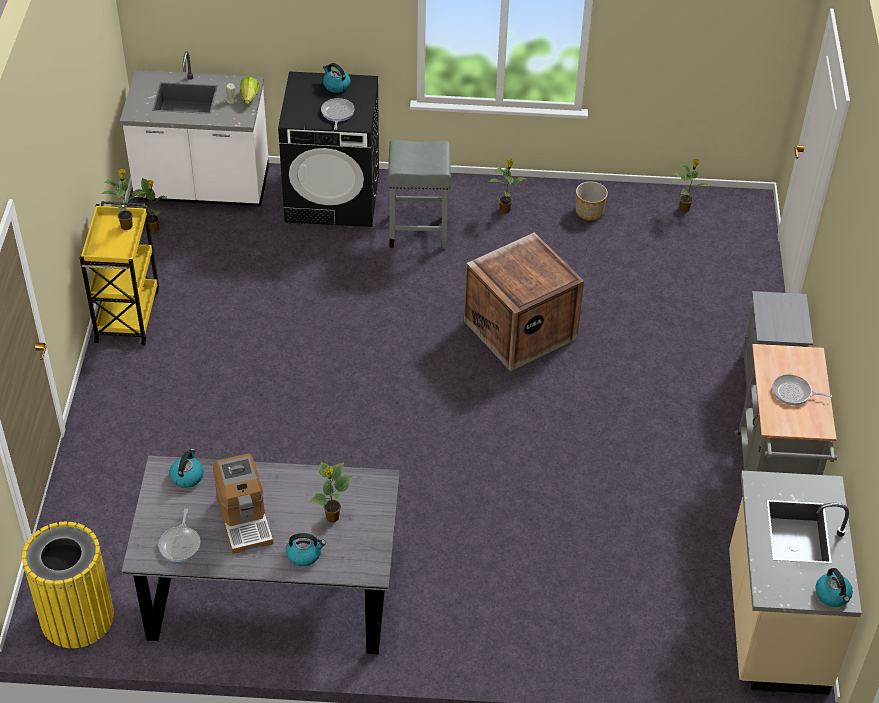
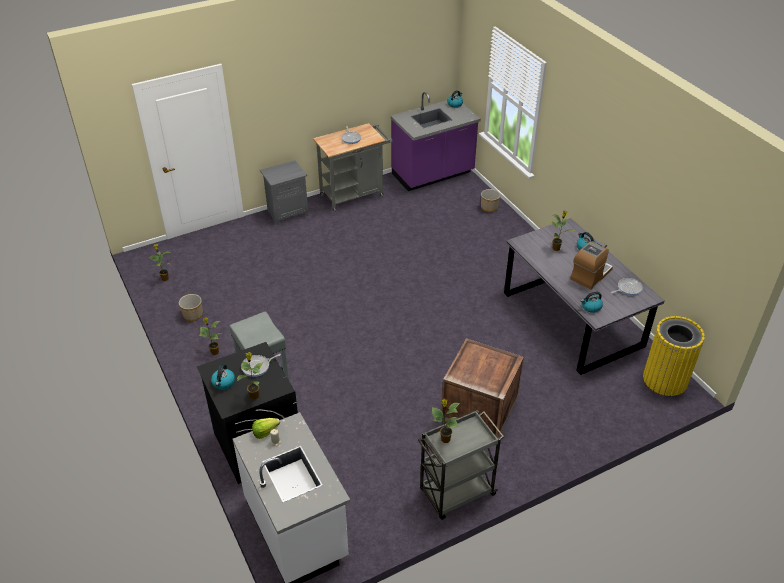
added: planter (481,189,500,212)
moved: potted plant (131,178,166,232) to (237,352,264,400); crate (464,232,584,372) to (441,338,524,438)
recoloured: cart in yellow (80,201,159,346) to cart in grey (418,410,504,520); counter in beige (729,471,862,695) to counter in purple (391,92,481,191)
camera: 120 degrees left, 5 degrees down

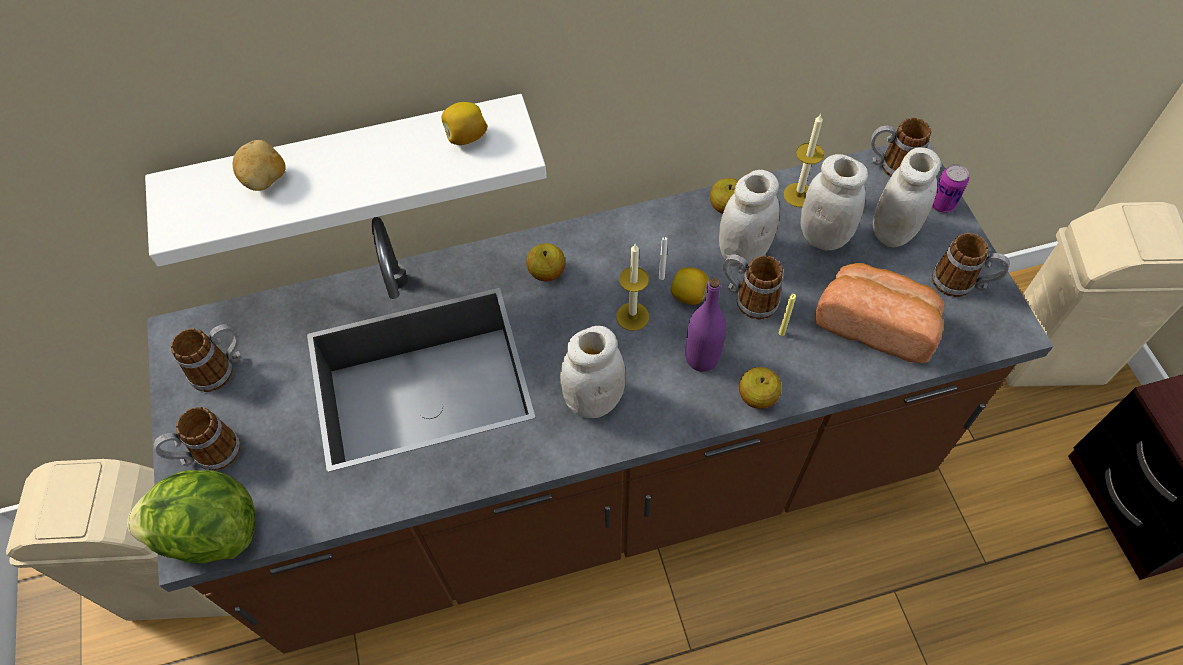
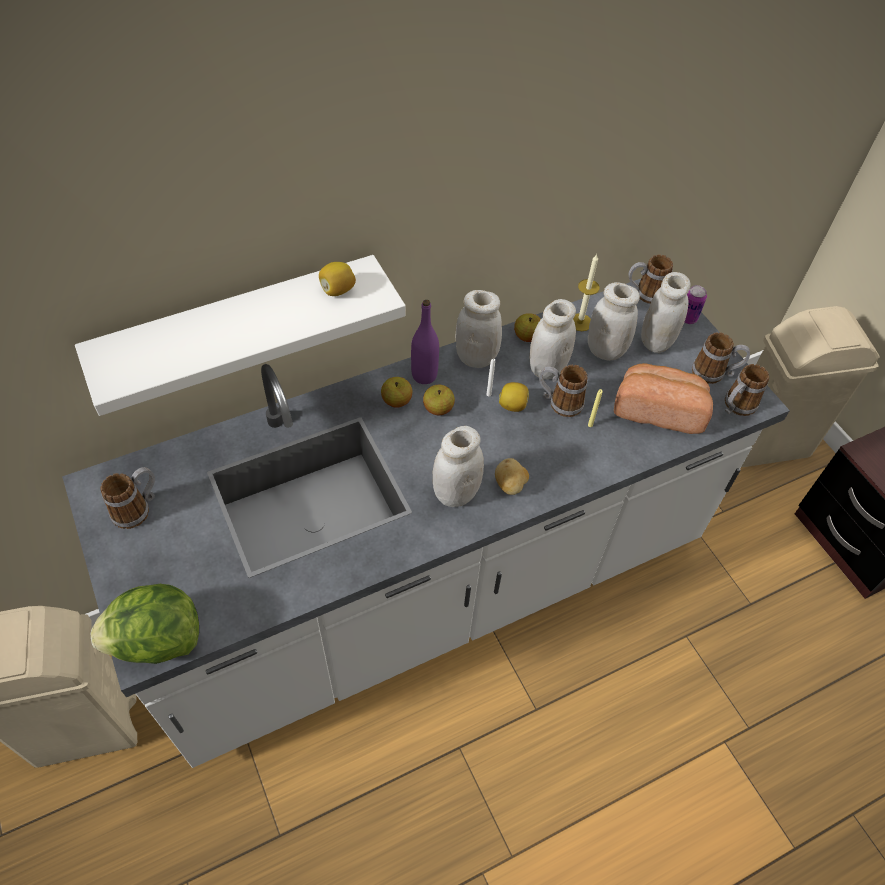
removed: candle (616,244,649,331)
added: jar in white (455,290,502,368)
moved: potato (233,140,286,191) to (495,458,529,495); bottle in purple (685,278,726,372) to (411,300,439,384); apple (739,367,782,409) to (423,385,455,415); mug (154,407,241,471) to (725,364,769,416)
recoloured: counter in brown (147,143,1054,654) to counter in white (62,279,790,768)
camera: 15 degrees left, 5 degrees down

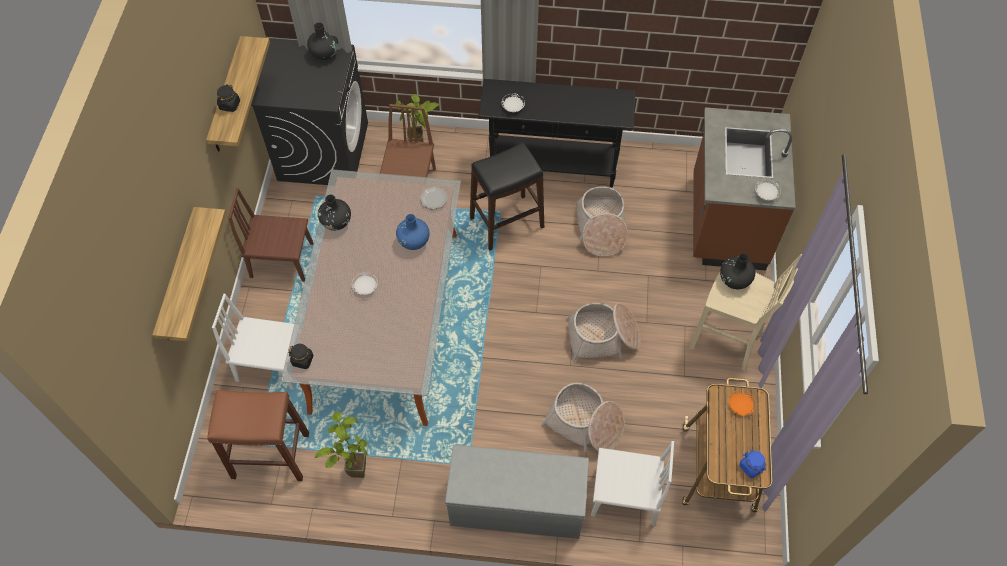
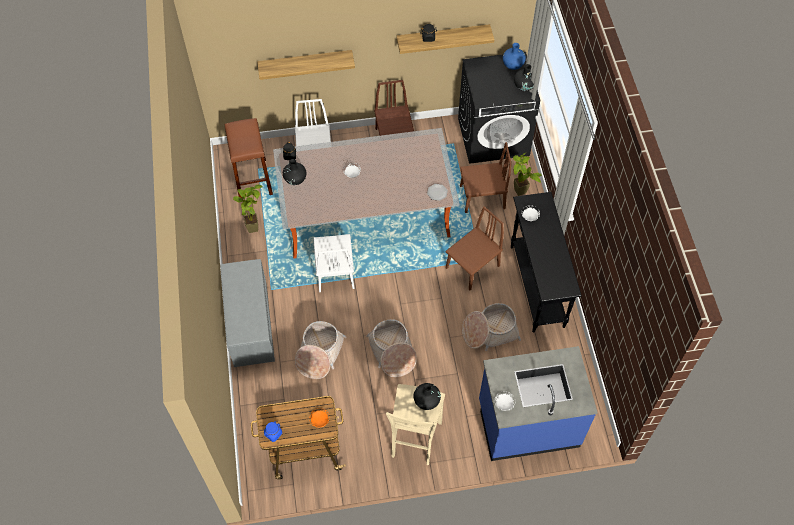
moved: vase in black (318,195,351,231) to (283,159,306,185); vase in blue (396,214,430,250) to (503,43,526,70); chair in white (591,441,674,526) to (313,234,355,292)
replaced: stool in black (470,143,544,251) to chair in brown (446,206,504,290)
recoloured: counter in brown (693,107,795,270) to counter in blue (479,346,598,461)
camera: 75 degrees right, 0 degrees up

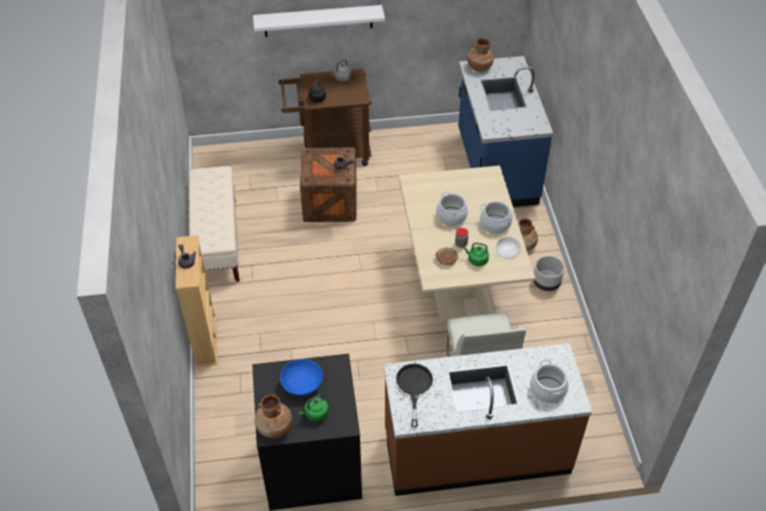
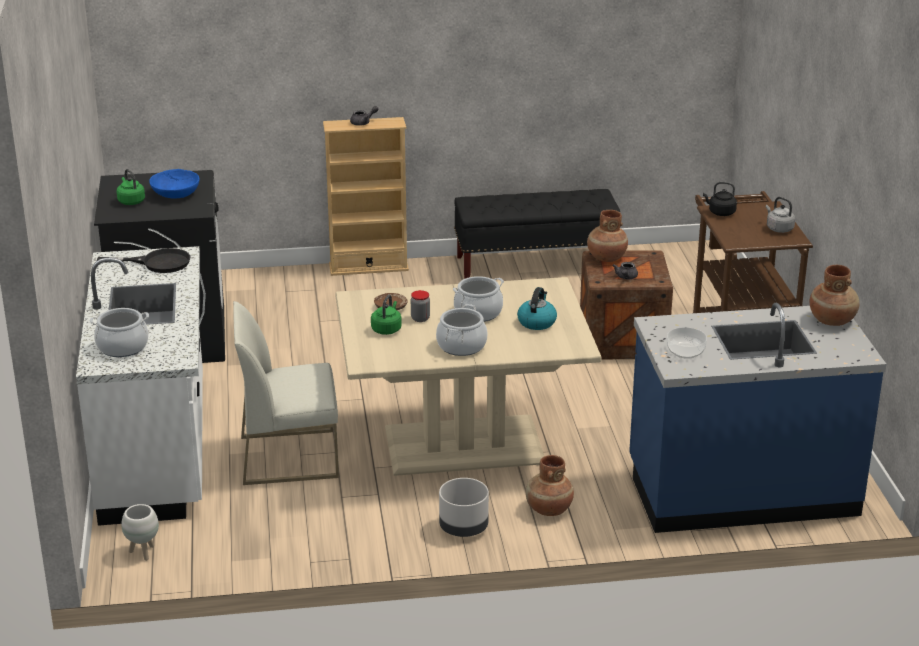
removed: shelf in white (253,5,385,37)
added: kettle (517,287,557,330); planter in white (121,504,159,561)
moved: bowl (496,237,521,259) to (667,327,707,359); vase in brown (254,395,292,438) to (587,210,628,262)
recoloured: bench in beige (189,166,240,282) to bench in black (454,189,620,279); counter in brown (383,343,592,496) to counter in white (76,246,203,526)
camera: 90 degrees right, 20 degrees down

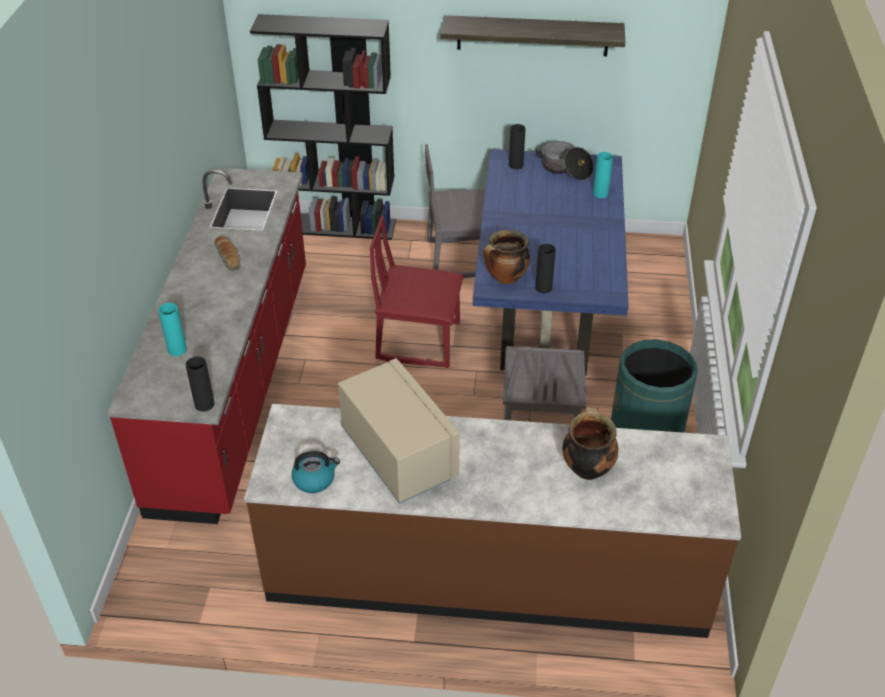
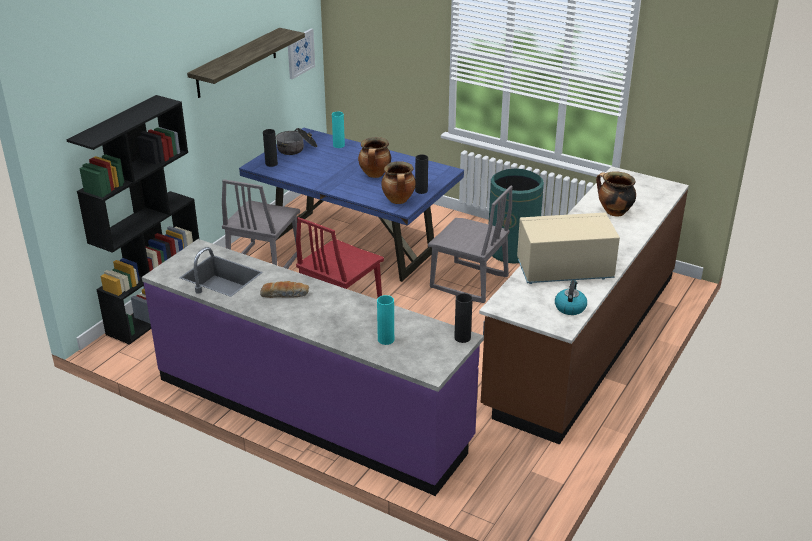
added: picture (288,29,315,79); cooking pot (358,137,391,178)
recoloured: counter in red (107,168,306,524) to counter in purple (142,239,484,496)
camera: 65 degrees left, 10 degrees down

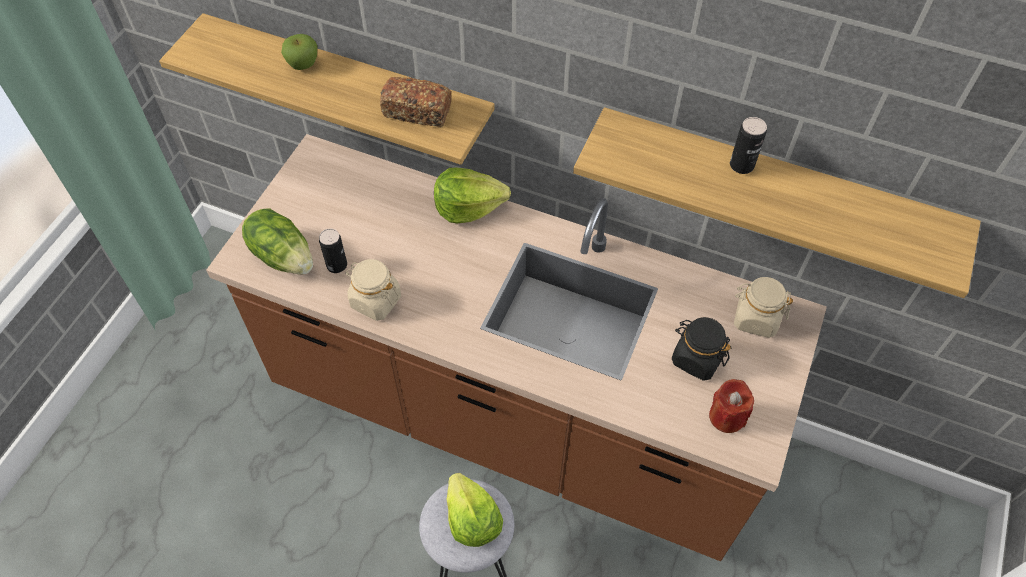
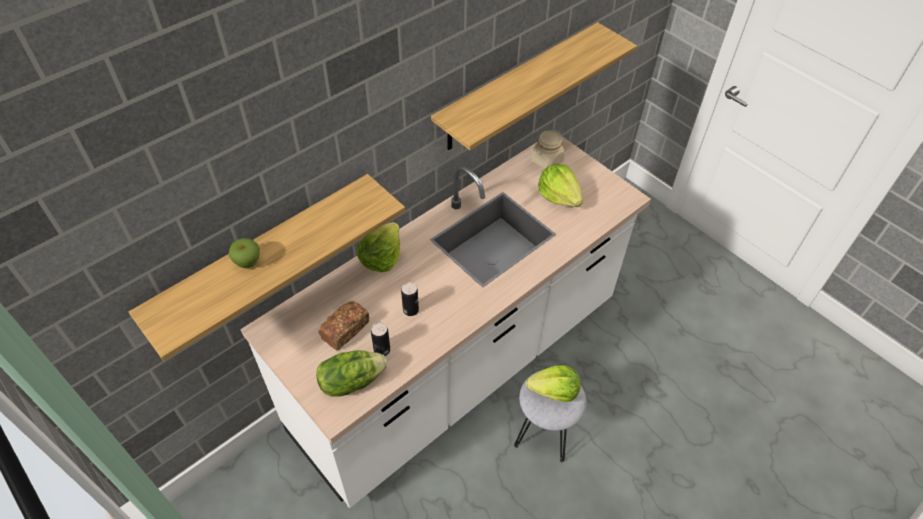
removed: jar in beige (345,259,401,321); candle in red (709,379,754,433)
moved: bread (380,77,451,127) to (319,301,370,350); can (730,117,767,174) to (401,282,419,316)
replaced: jar in black (672,317,732,381) to lettuce (538,164,583,207)
recoloured: counter in brown (206,134,827,561) to counter in white (240,136,651,508)
camera: 65 degrees left, 5 degrees down

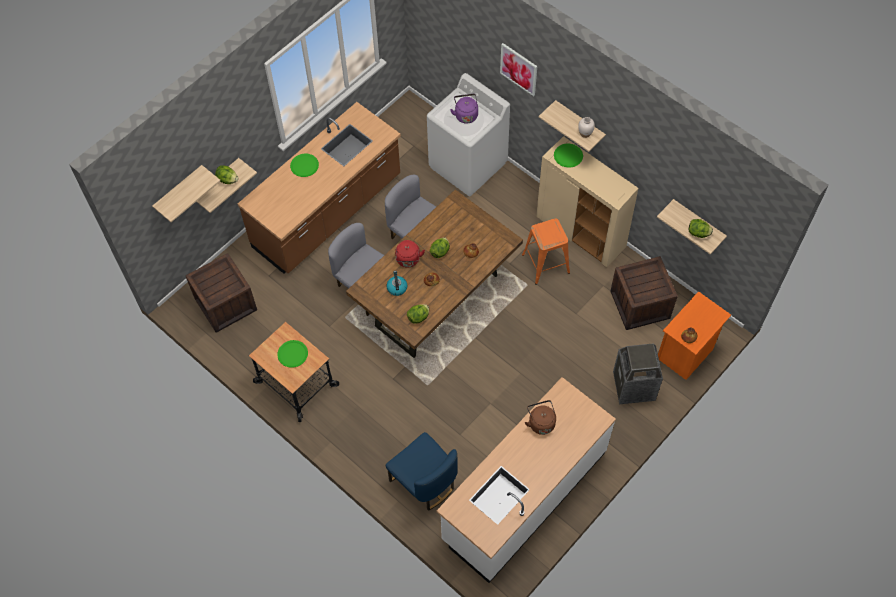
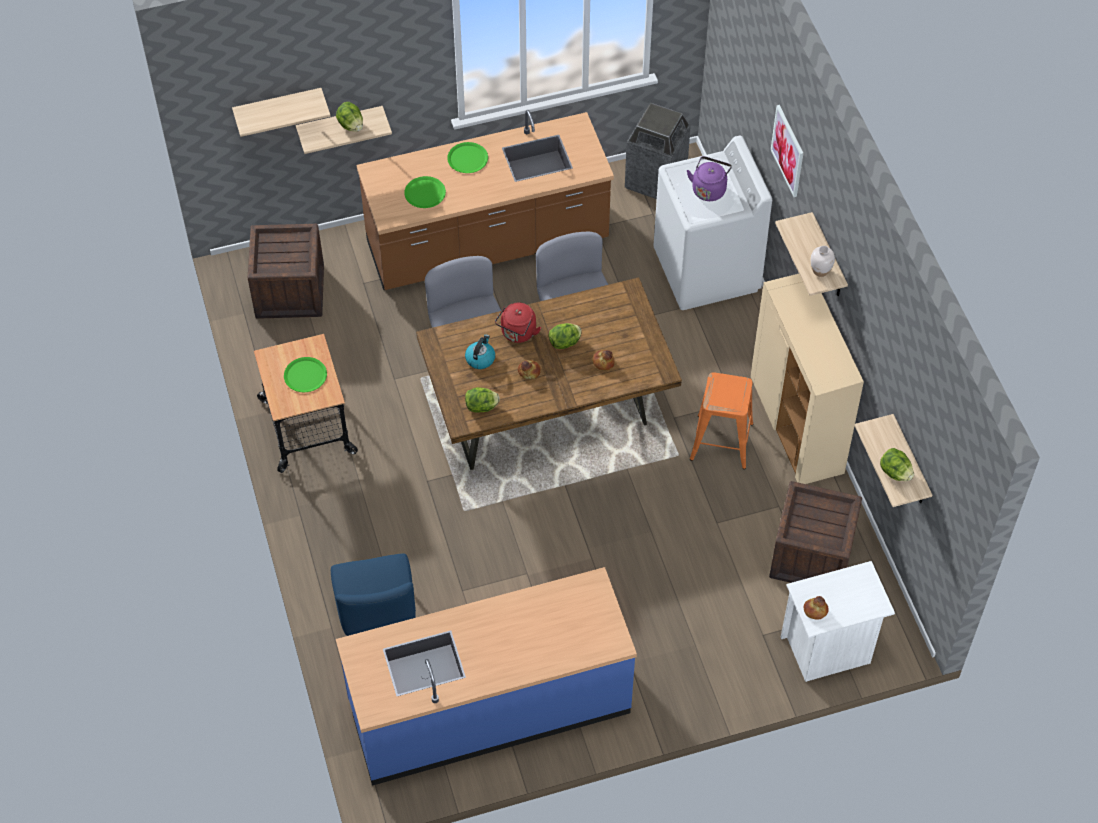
removed: kettle in brown (525,400,556,435)
moved: plate in green (554,144,583,167) to (404,176,446,208); trash can (613,343,663,404) to (625,103,691,199)
recoloured: nightstand in orange (658,291,731,380) to nightstand in white (781,561,895,682); counter in white (437,377,616,583) to counter in blue (336,567,637,786)
camera: 30 degrees right, 5 degrees down

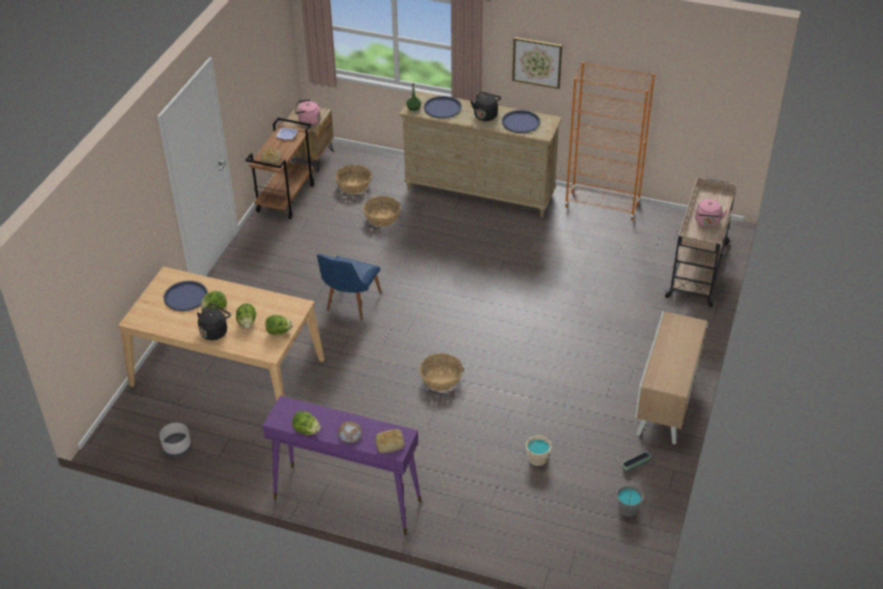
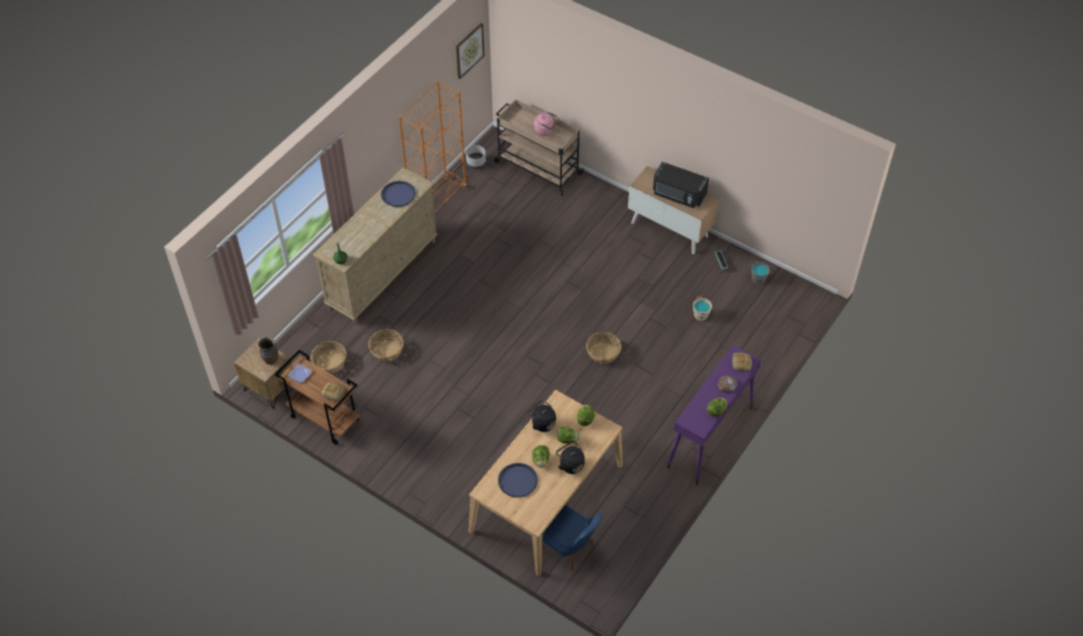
removed: tray in blue (424,96,462,118)
added: microwave in black (653,162,709,208)
moved: picture (512,37,562,89) to (456,23,485,79); kettle in black (470,92,501,121) to (527,400,556,432); chair in blue (317,254,381,320) to (542,505,603,572); planter in grey (160,423,191,457) to (466,145,486,169)
replaced: kettle in pink (294,99,321,126) to vase in brown (258,337,279,365)
camera: 75 degrees left, 10 degrees up

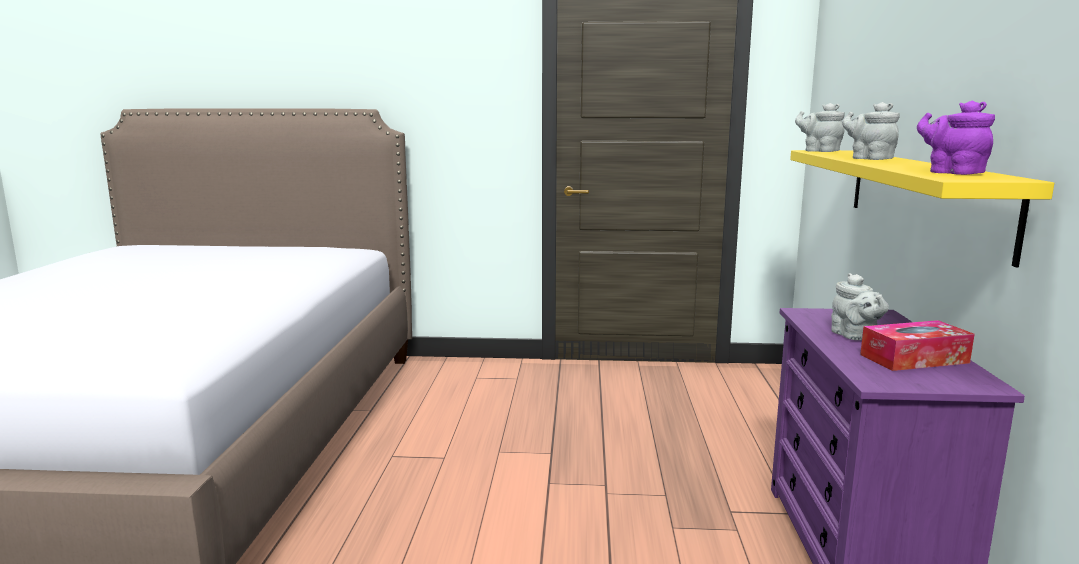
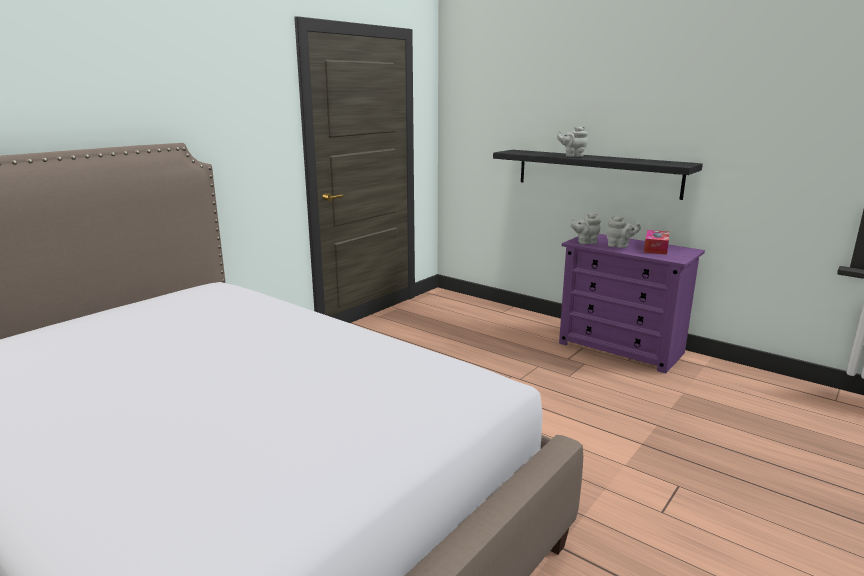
removed: teapot in purple (917,101,995,175)
moved: teapot in grey (795,103,845,152) to (570,213,601,245)
recoloured: shelf in yellow (790,150,1054,267) to shelf in black (493,150,703,200)
camera: 55 degrees left, 5 degrees up

